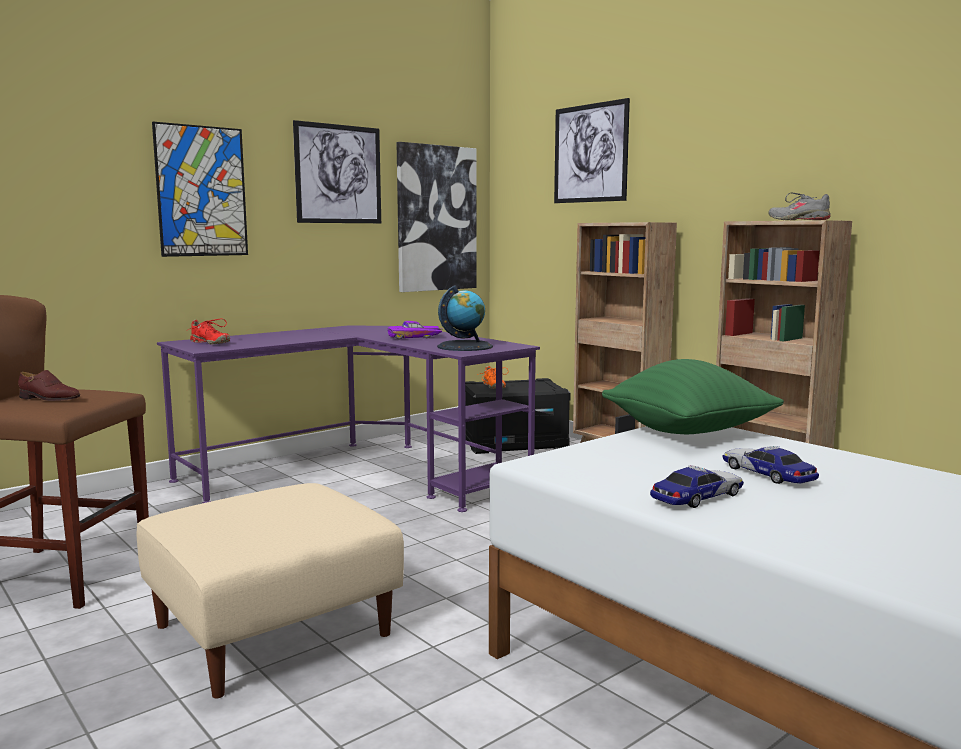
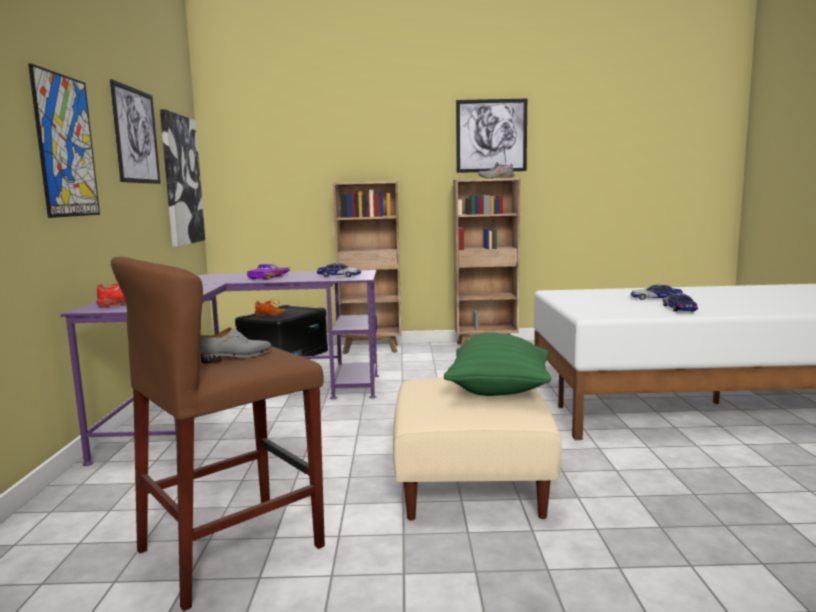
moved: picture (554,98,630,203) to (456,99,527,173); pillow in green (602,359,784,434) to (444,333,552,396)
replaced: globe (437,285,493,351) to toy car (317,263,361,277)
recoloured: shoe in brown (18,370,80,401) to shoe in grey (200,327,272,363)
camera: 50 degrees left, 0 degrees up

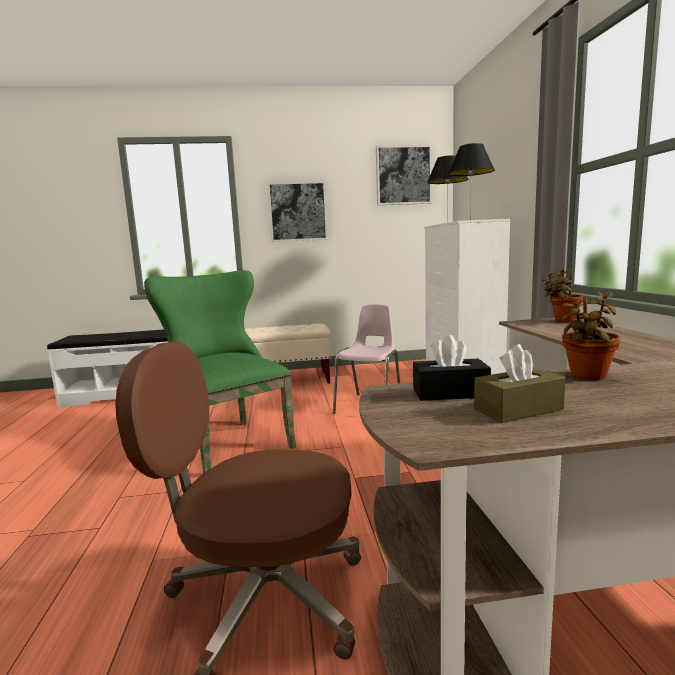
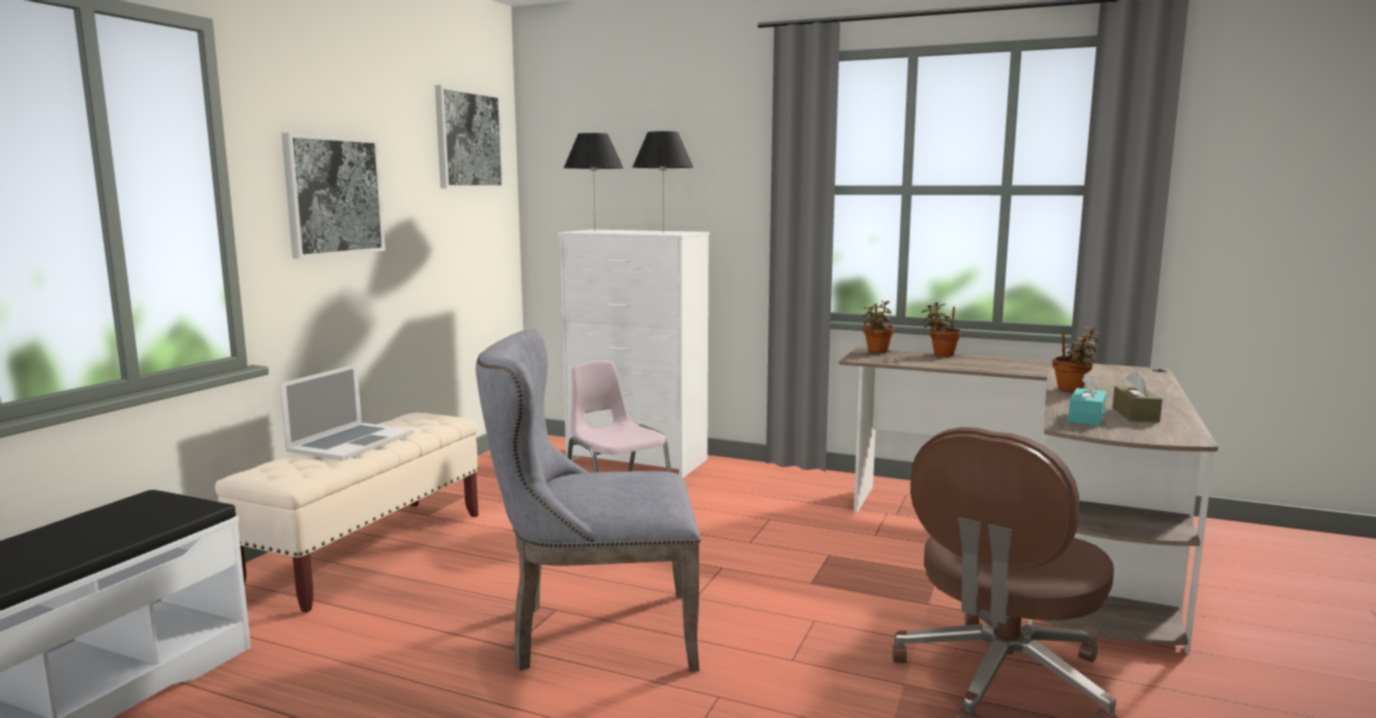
added: potted plant (922,302,962,357); laptop (280,364,414,461)
recoloured: chair in green (144,270,296,474) to chair in grey (476,329,701,672); tissue box in black (413,335,491,401) to tissue box in turquoise (1068,372,1107,426)
camera: 60 degrees left, 0 degrees up

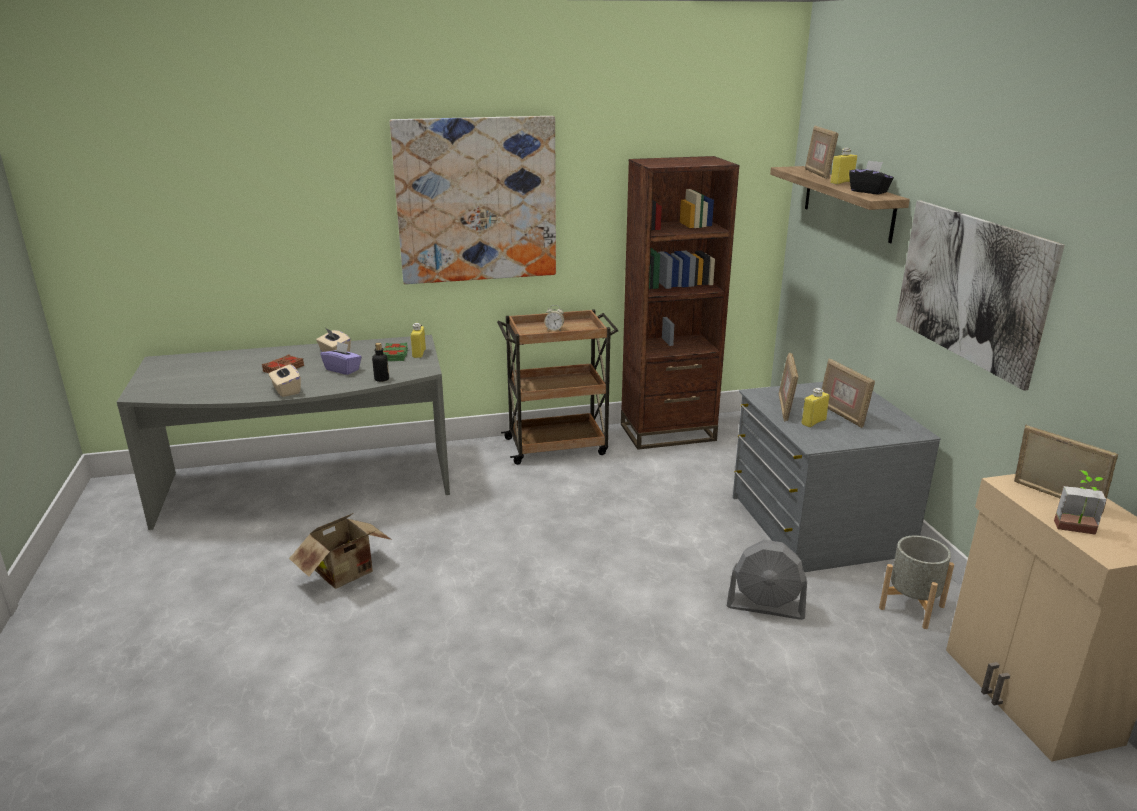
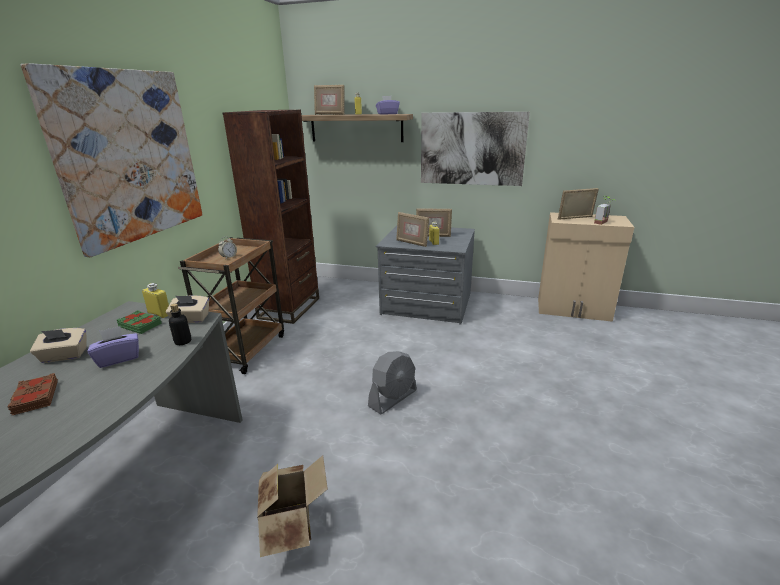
removed: planter in grey (879,535,954,629)
moved: tissue box in beige (269,362,301,397) to (166,295,209,323); fan in grey (727,540,807,620) to (368,351,417,414)
recoloured: tissue box in black (849,160,894,194) to tissue box in purple (376,96,400,115)
camera: 60 degrees left, 0 degrees up

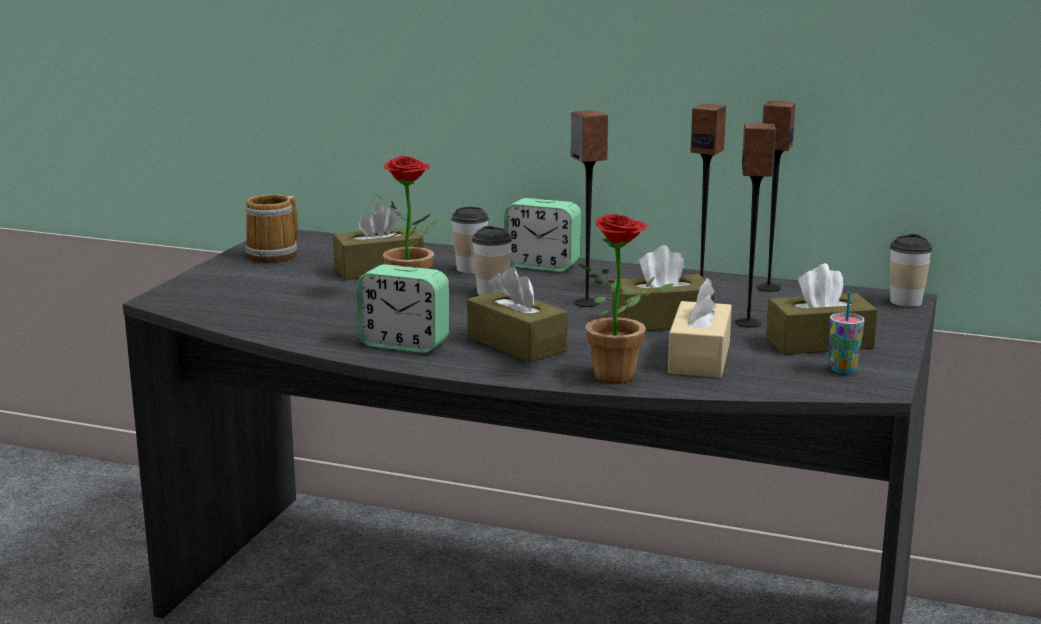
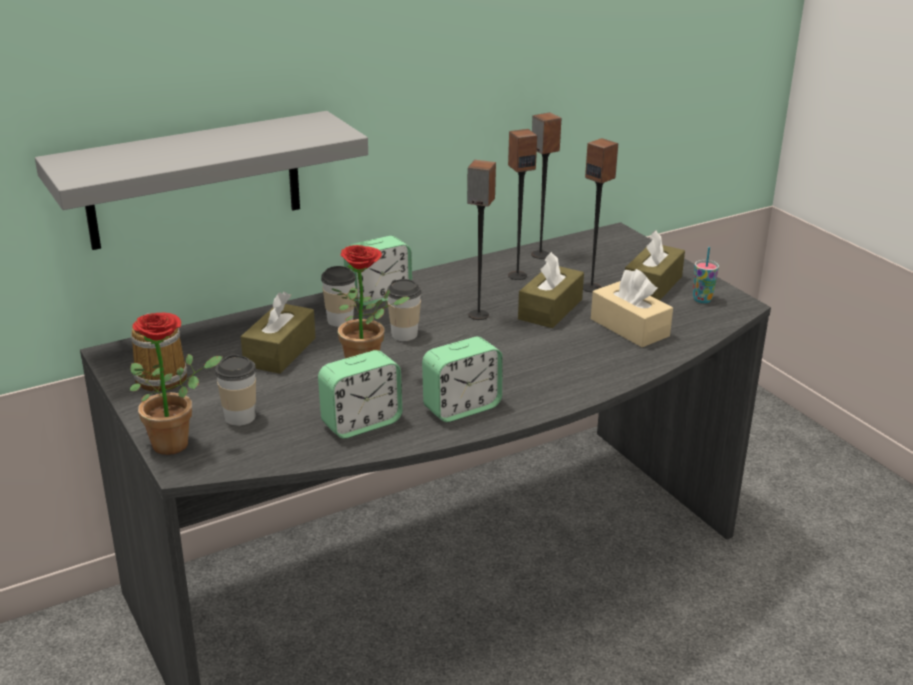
removed: tissue box in brown (467,266,568,363)
added: shelf in grey (35,111,368,250); alarm clock (318,350,402,439)
moved: potted plant (579,214,674,384) to (130,313,223,455); cup (890,234,932,307) to (215,354,256,426)
camera: 50 degrees left, 10 degrees up

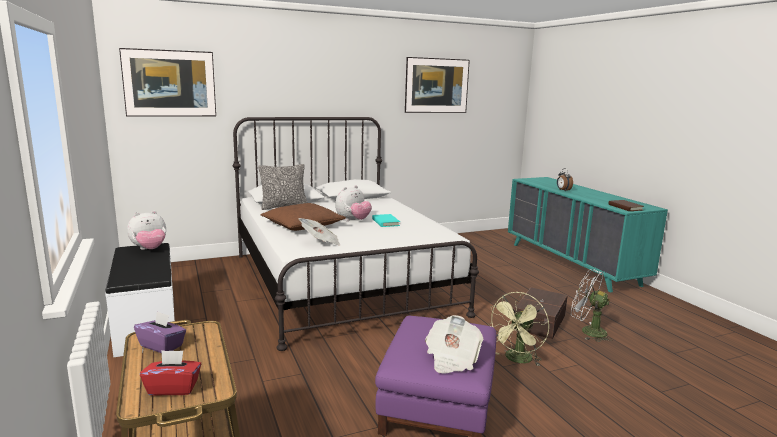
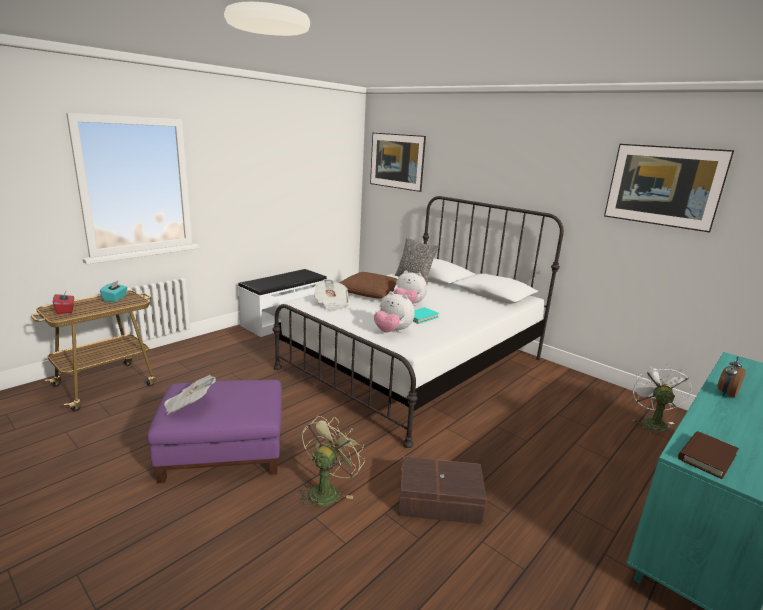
moved: plush toy (127,211,166,250) to (374,291,415,333); fan in white (571,269,613,342) to (631,365,692,435)
recoloured: tissue box in purple (134,311,186,353) to tissue box in turquoise (100,280,128,302)
turned: fan in green (488,292,549,366) = (298,416,365,508) 105 degrees clockwise
camera: 65 degrees right, 5 degrees up

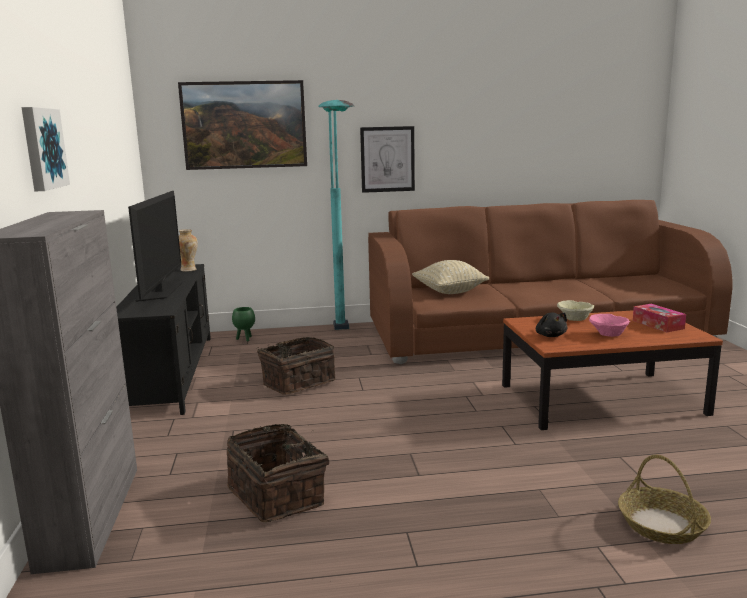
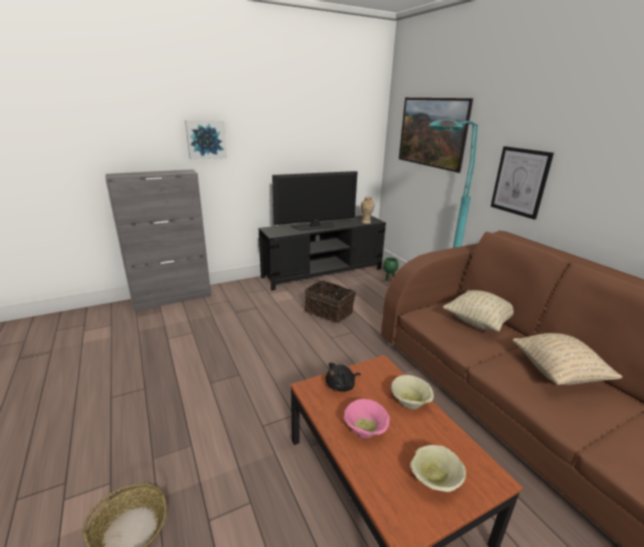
removed: basket (227,424,329,522)
added: pillow in beige (512,333,623,385)
replaced: tissue box (633,304,686,332) to bowl in beige (410,445,466,492)
camera: 70 degrees right, 10 degrees up

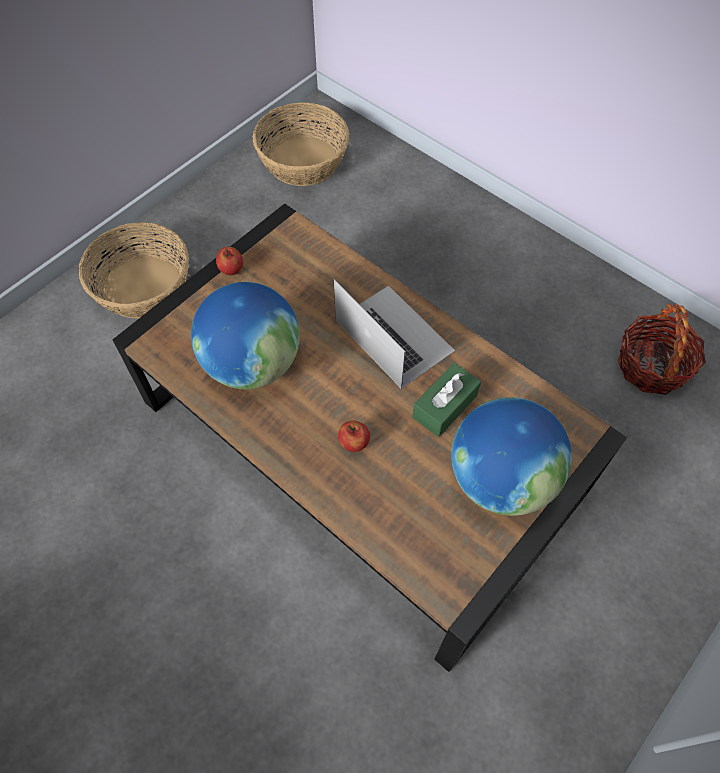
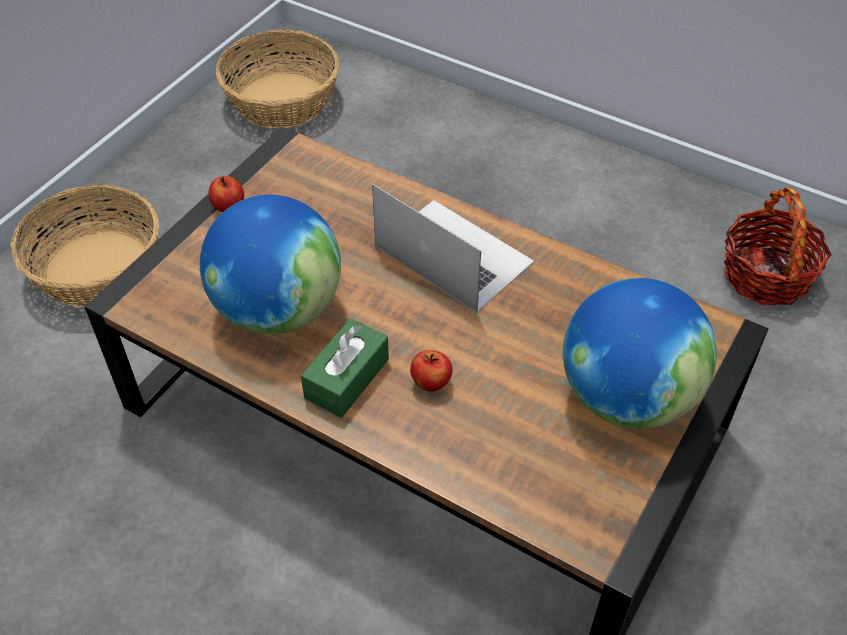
moved: tissue box in green (412,363,481,437) to (301,319,389,418)
camera: 10 degrees left, 10 degrees down

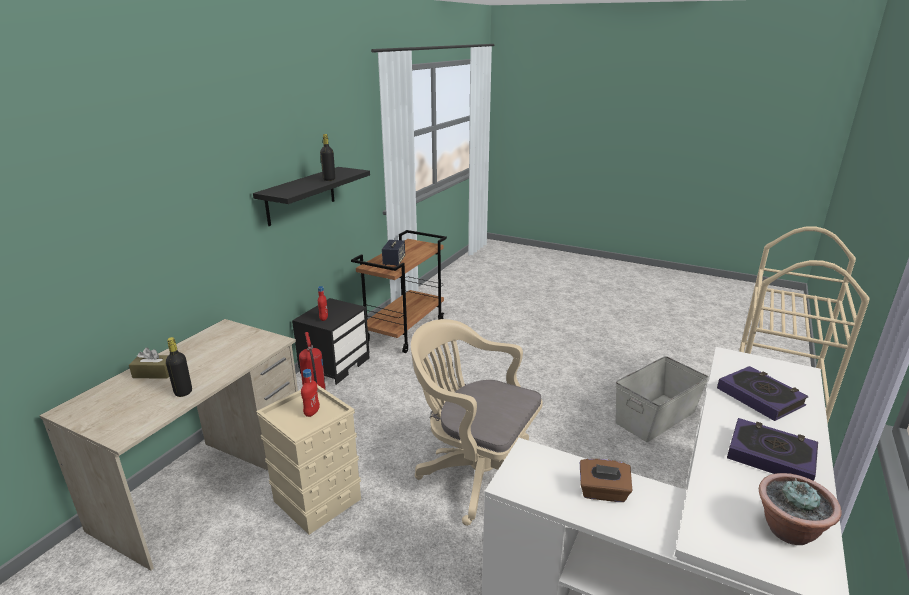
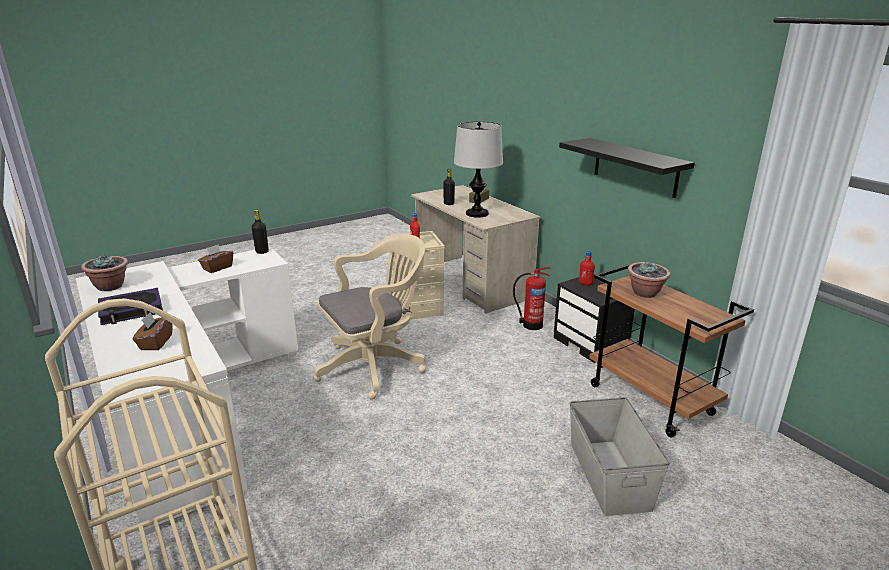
added: table lamp (454,122,503,218)
moved: bottle in black (320,134,335,181) to (252,210,269,254); storage box in grey (615,356,709,442) to (569,397,670,516)
replaced: speaker (382,240,405,266) to potted plant (628,262,671,298); book (717,366,809,421) to tissue box in brown (133,312,173,350)
camera: 120 degrees right, 0 degrees up

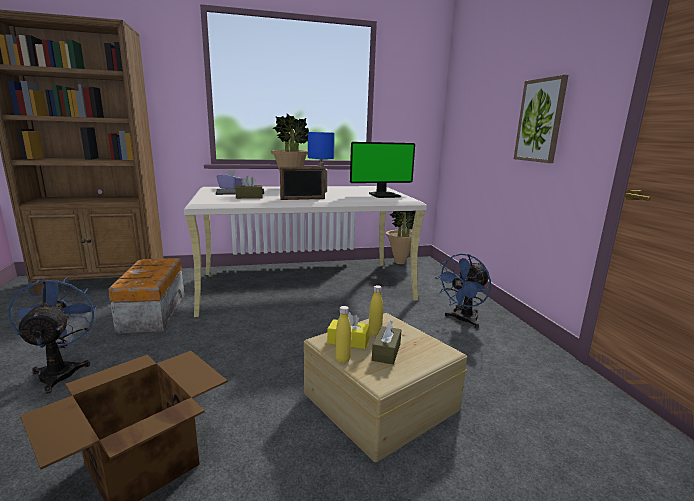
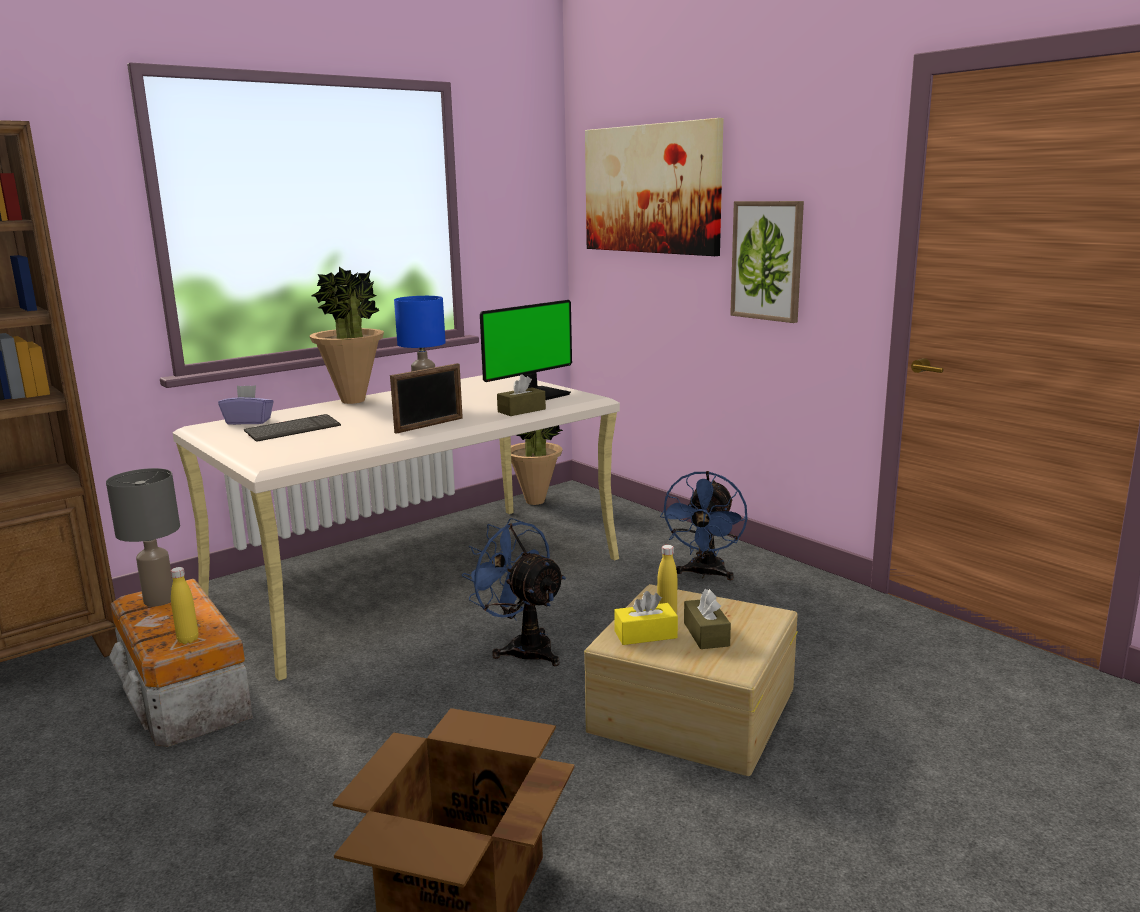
added: picture (585,118,724,256); table lamp in grey (106,468,180,607)
moved: tissue box in brown (235,175,263,199) to (497,374,546,416); fan in blue (8,277,97,394) to (462,518,566,666); bottle in yellow (335,306,351,363) to (171,567,199,644)
camera: 25 degrees left, 0 degrees up

